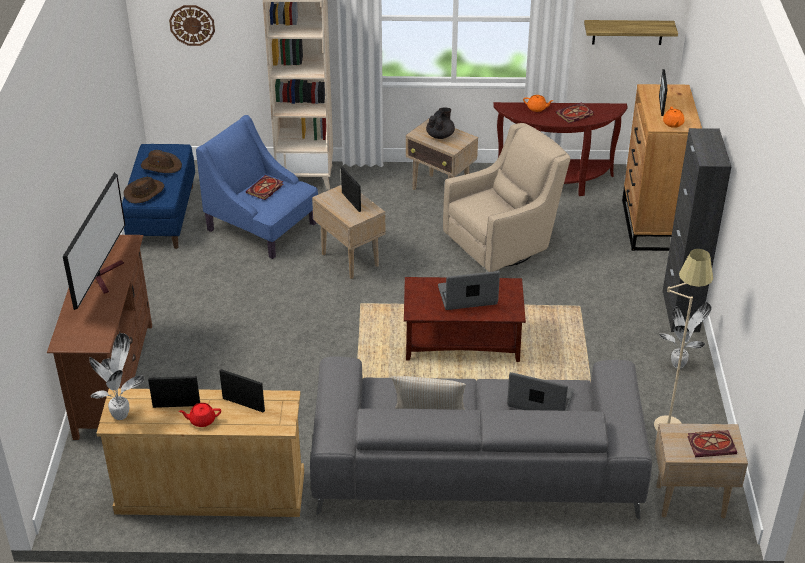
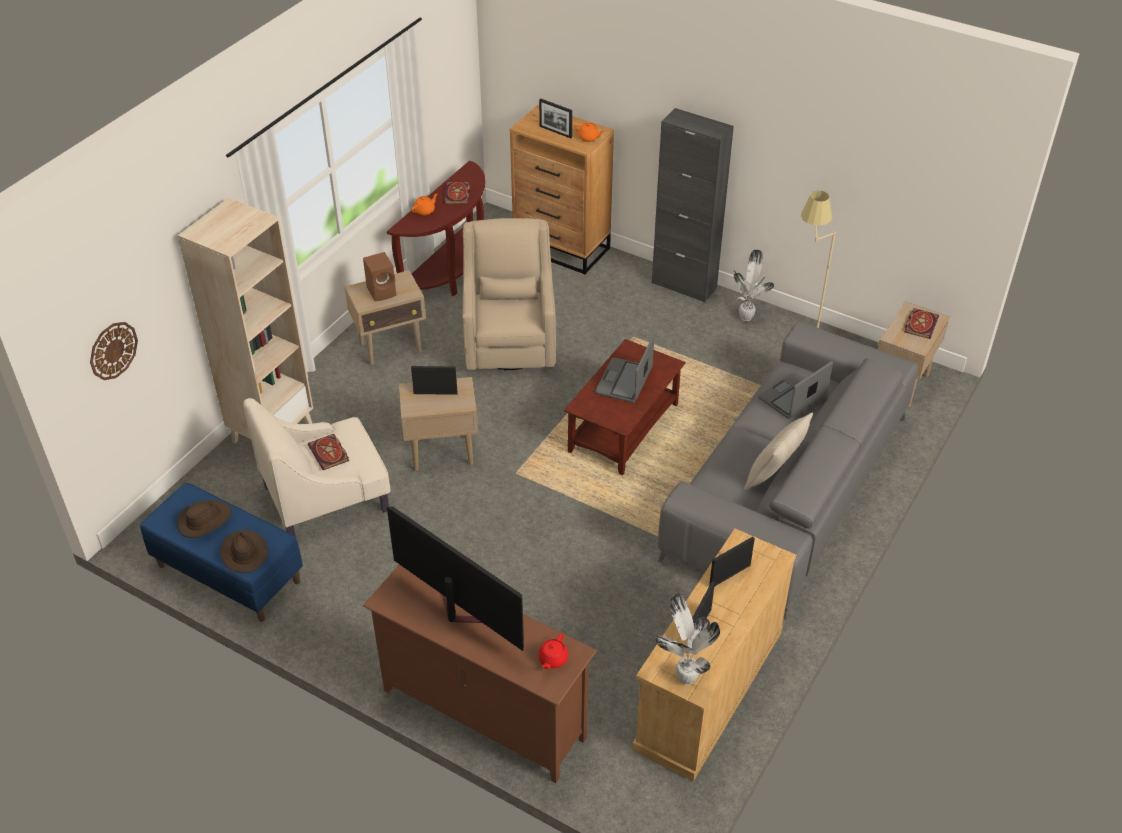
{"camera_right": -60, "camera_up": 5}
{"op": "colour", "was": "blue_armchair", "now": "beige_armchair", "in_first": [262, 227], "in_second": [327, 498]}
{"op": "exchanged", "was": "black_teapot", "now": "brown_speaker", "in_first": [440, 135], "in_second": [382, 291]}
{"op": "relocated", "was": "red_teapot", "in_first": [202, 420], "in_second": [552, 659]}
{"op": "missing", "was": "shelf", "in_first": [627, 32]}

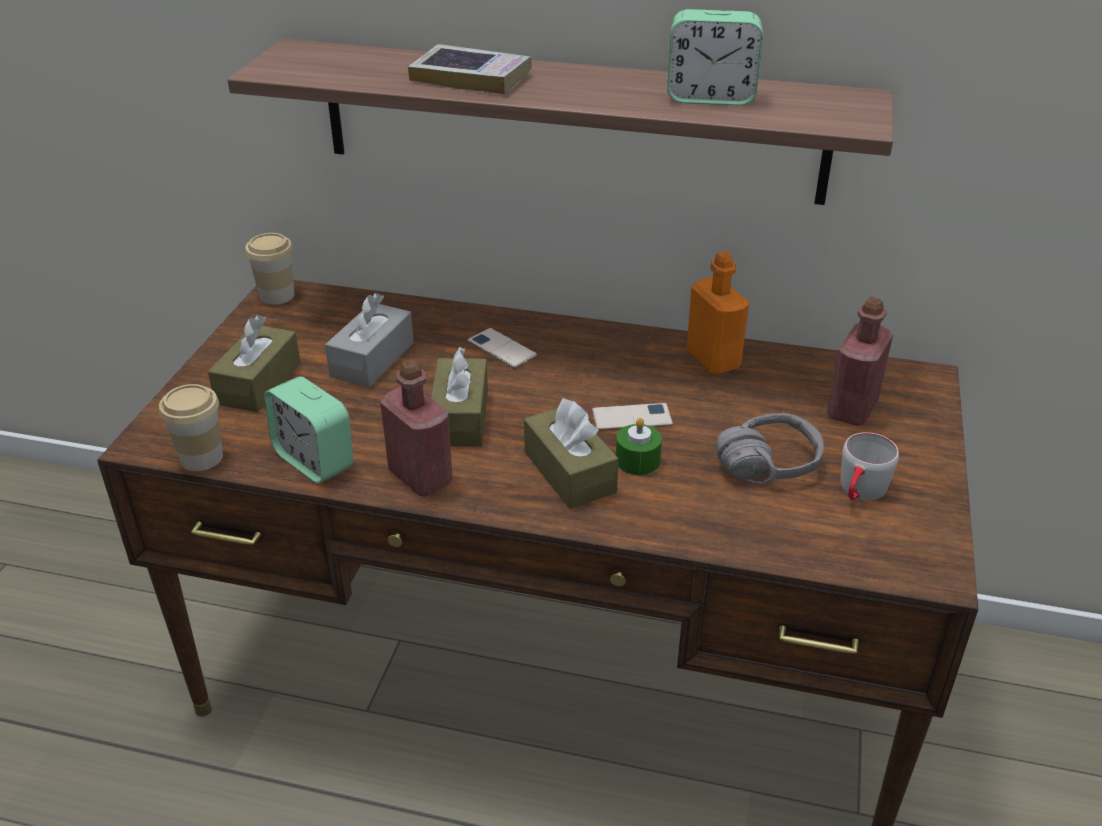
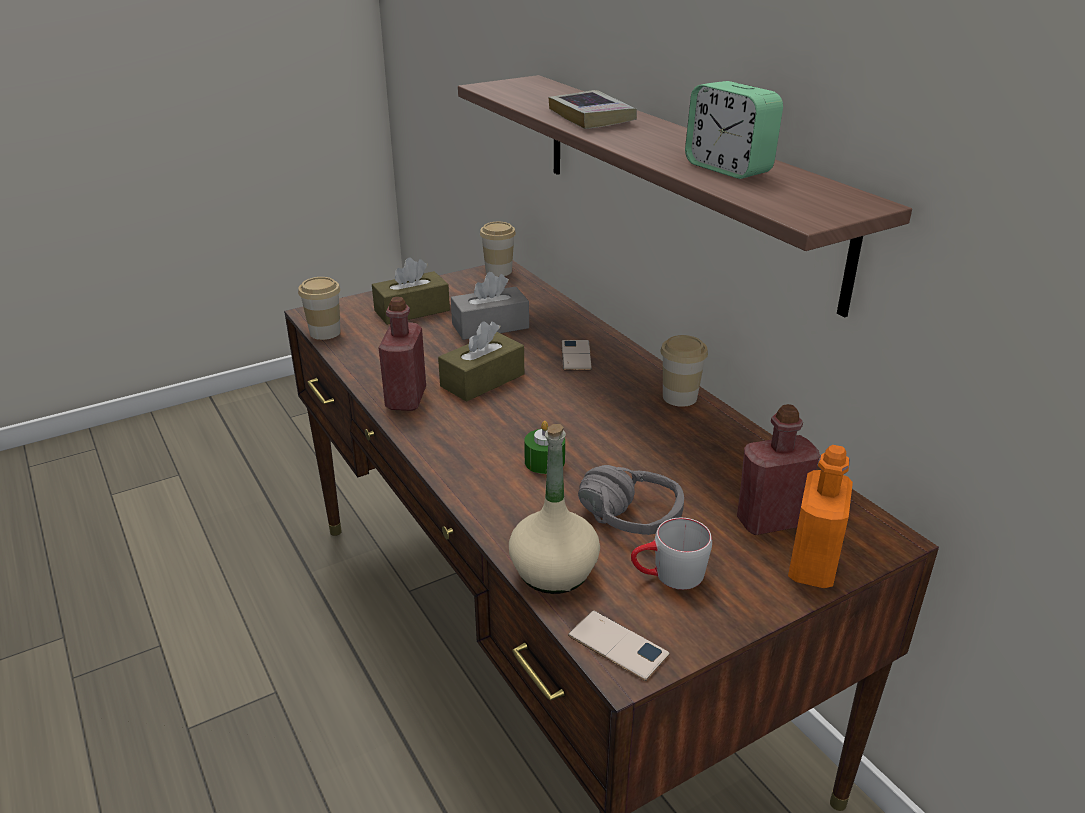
{"camera_right": 45, "camera_up": -5}
{"op": "appeared", "now": "beige_bottle", "in_second": [553, 571]}
{"op": "relocated", "was": "phone", "in_first": [632, 418], "in_second": [618, 645]}
{"op": "appeared", "now": "cup", "in_second": [679, 397]}
{"op": "relocated", "was": "orange_bottle", "in_first": [713, 359], "in_second": [812, 567]}
{"op": "missing", "was": "alarm_clock", "in_first": [314, 460]}
{"op": "missing", "was": "brown_tissue_box", "in_first": [569, 472]}

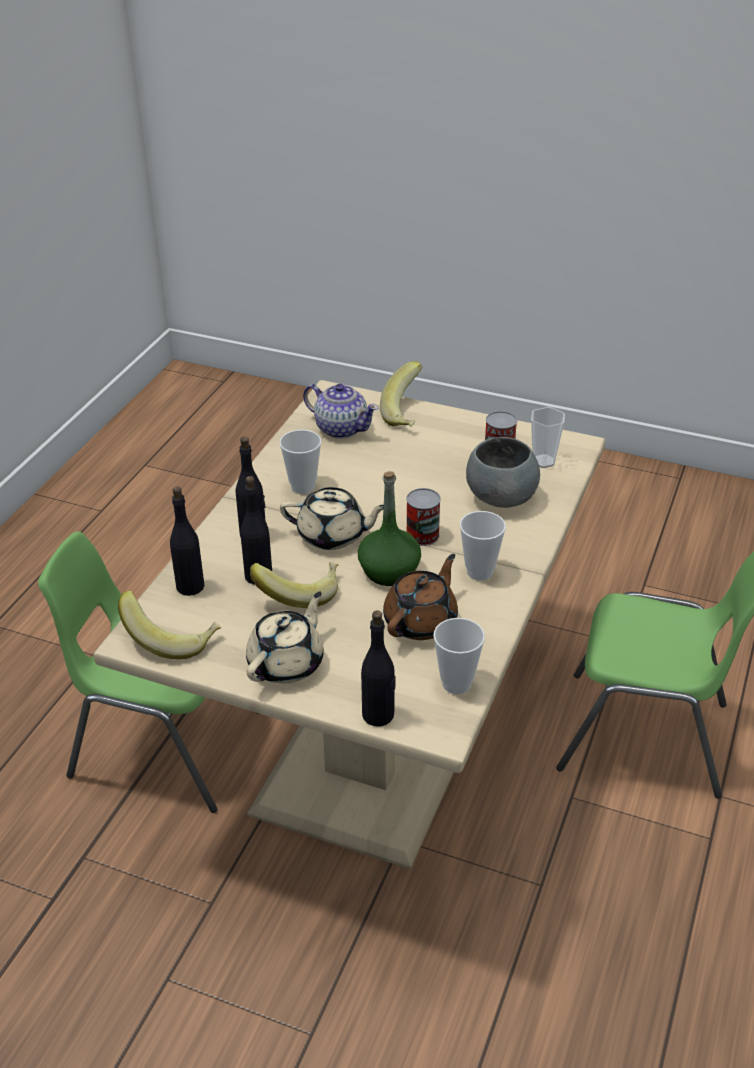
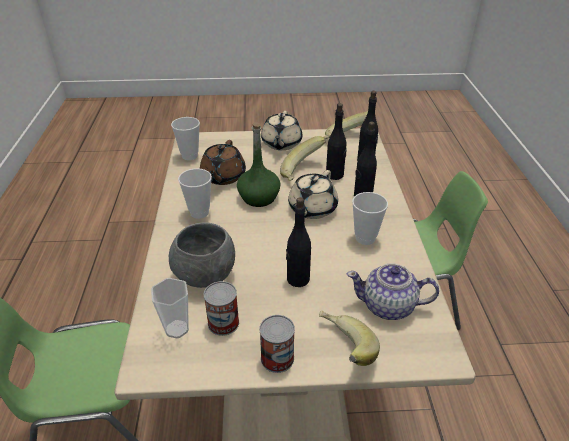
{"camera_right": 155, "camera_up": 0}
{"op": "relocated", "was": "can", "in_first": [422, 535], "in_second": [277, 358]}
{"op": "relocated", "was": "black_bottle", "in_first": [378, 715], "in_second": [297, 279]}
{"op": "spun", "was": "beige_teapot", "in_first": [333, 535], "in_second": [311, 209], "clockwise": -45}

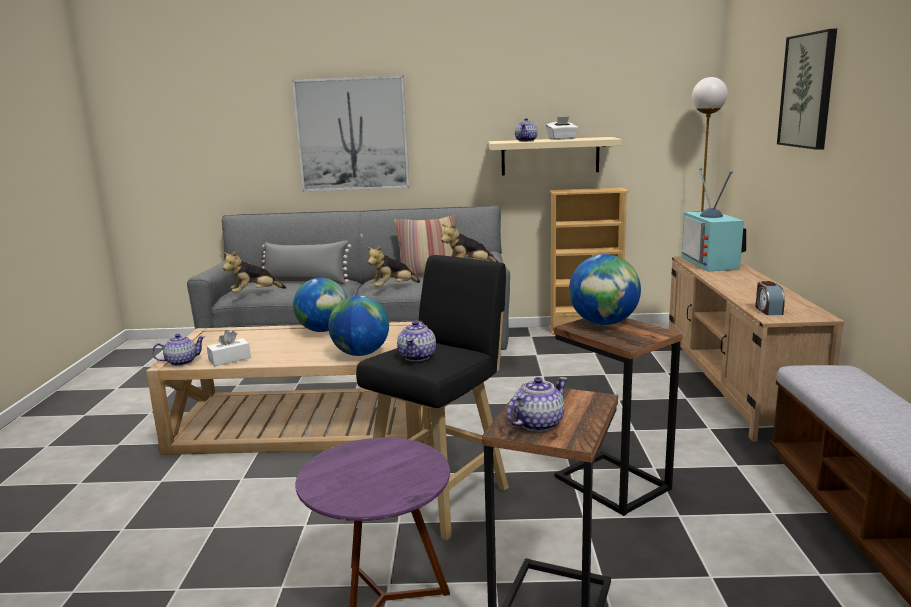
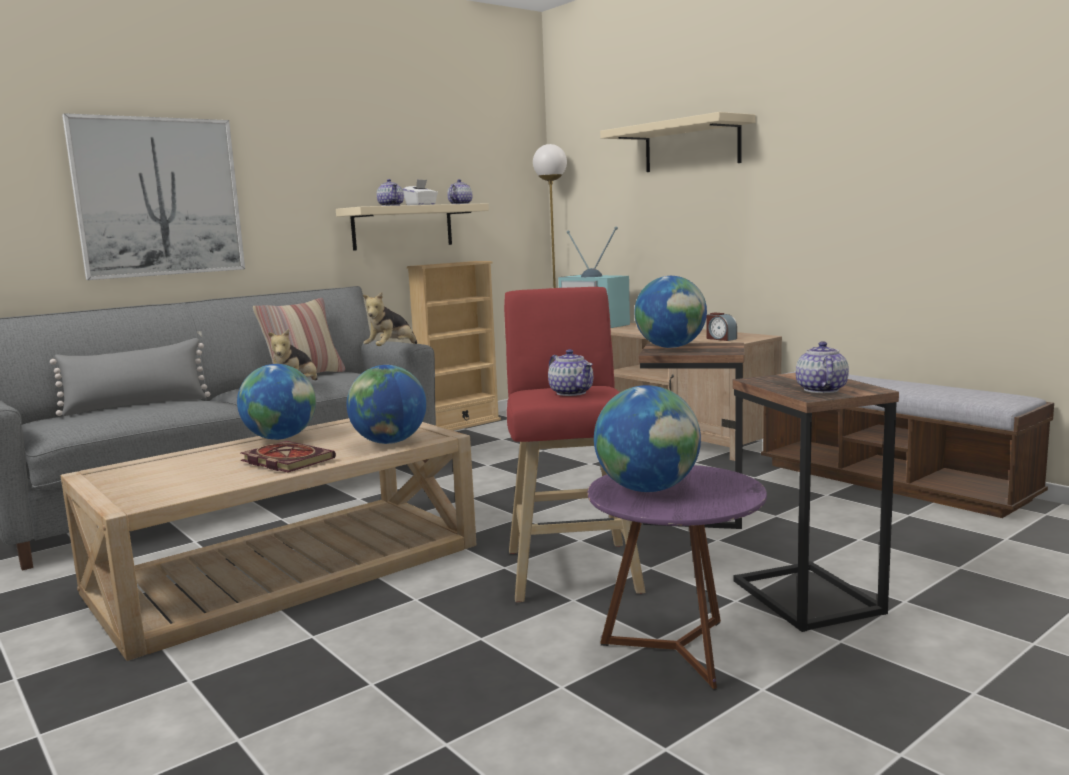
{"camera_right": -40, "camera_up": -5}
{"op": "appeared", "now": "book", "in_second": [285, 460]}
{"op": "relocated", "was": "teapot", "in_first": [181, 362], "in_second": [460, 204]}
{"op": "colour", "was": "black_stool", "now": "red_stool", "in_first": [442, 495], "in_second": [572, 568]}
{"op": "appeared", "now": "globe", "in_second": [648, 489]}
{"op": "exchanged", "was": "picture", "now": "beige_shelf", "in_first": [808, 91], "in_second": [691, 145]}
{"op": "missing", "was": "white_tissue_box", "in_first": [229, 359]}
{"op": "missing", "was": "plush_toy", "in_first": [254, 294]}

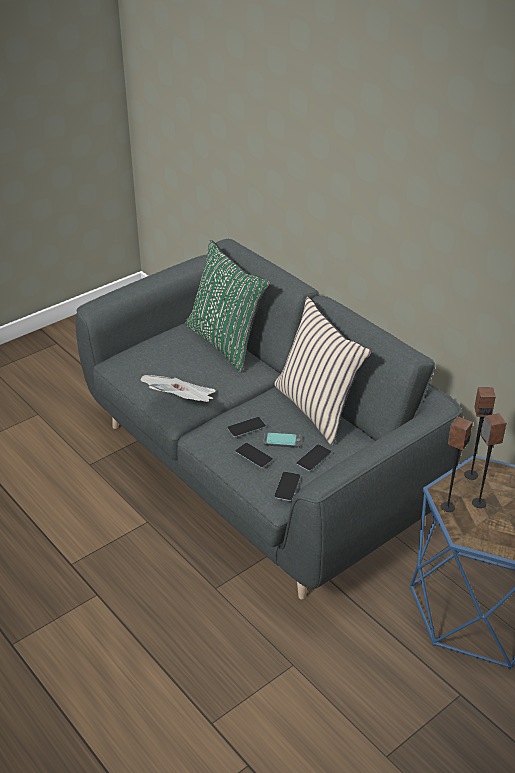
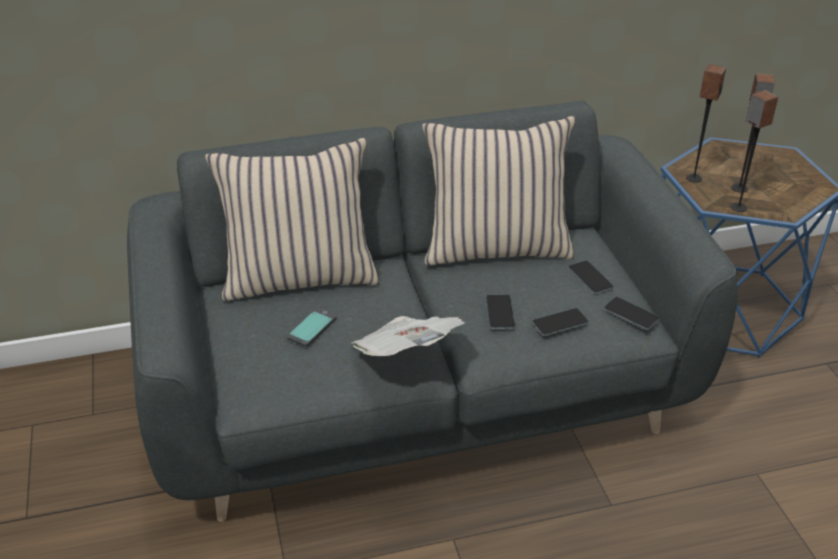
{"camera_right": -65, "camera_up": 0}
{"op": "colour", "was": "green_pillow", "now": "beige_pillow", "in_first": [226, 342], "in_second": [299, 277]}
{"op": "relocated", "was": "phone", "in_first": [282, 440], "in_second": [312, 328]}

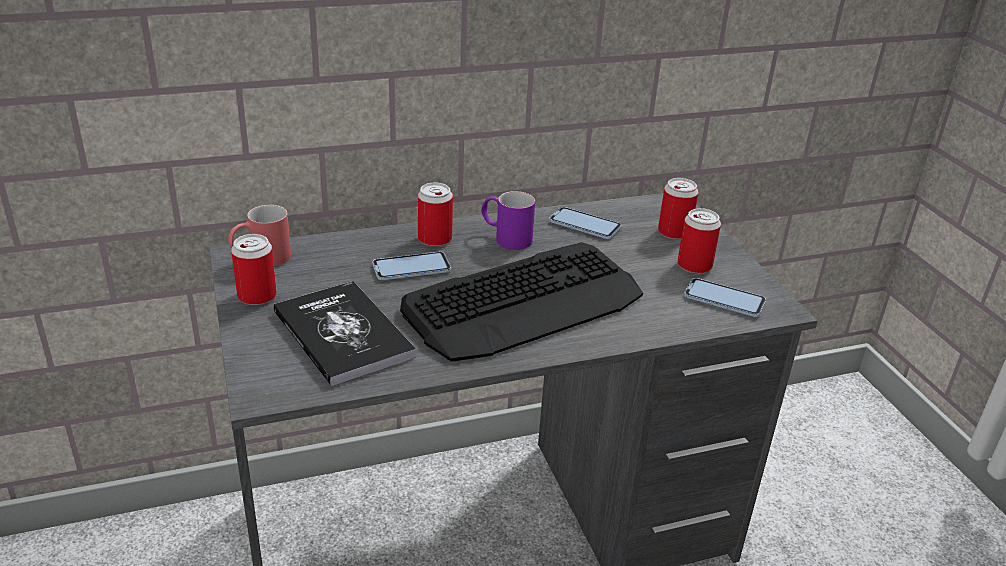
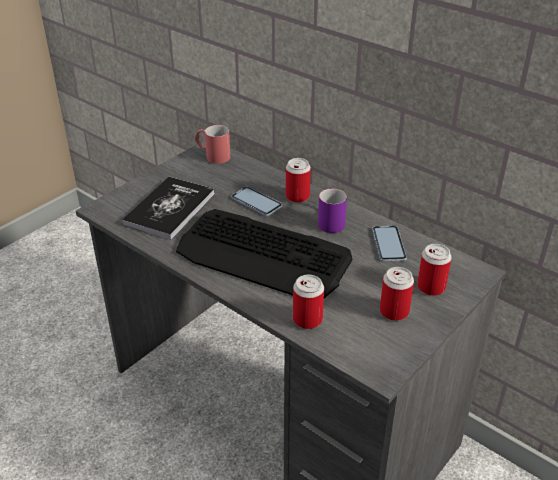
{"camera_right": 60, "camera_up": 5}
{"op": "relocated", "was": "can", "in_first": [257, 296], "in_second": [307, 319]}
{"op": "missing", "was": "phone", "in_first": [724, 299]}

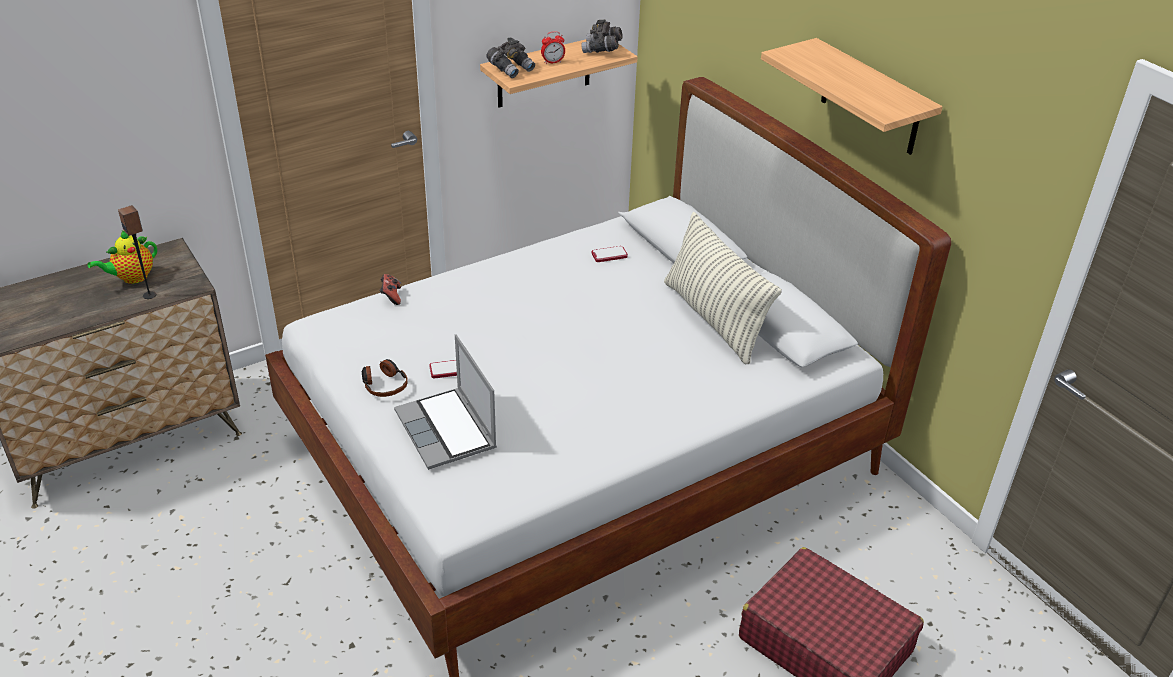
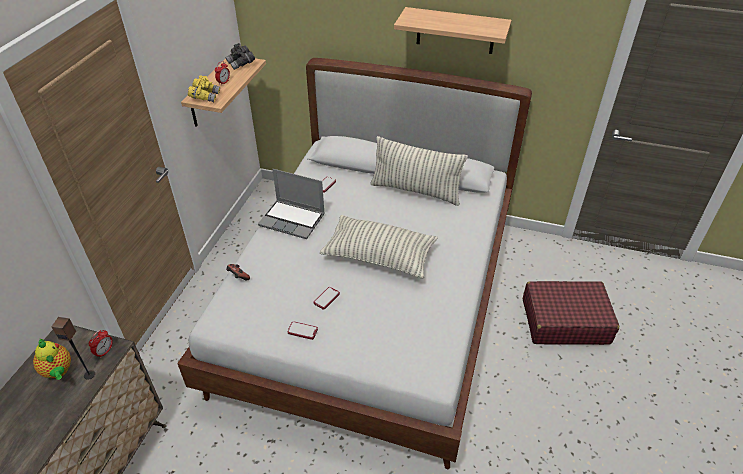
{"camera_right": -40, "camera_up": 5}
{"op": "spun", "was": "teapot", "in_first": [132, 278], "in_second": [58, 371], "clockwise": -45}
{"op": "appeared", "now": "alarm_clock", "in_second": [105, 351]}
{"op": "colour", "was": "grey_binoculars", "now": "yellow_binoculars", "in_first": [511, 69], "in_second": [205, 97]}
{"op": "relocated", "was": "laptop", "in_first": [447, 431], "in_second": [293, 220]}
{"op": "exchanged", "was": "headphones", "now": "phone", "in_first": [384, 384], "in_second": [302, 331]}
{"op": "appeared", "now": "pillow", "in_second": [379, 256]}

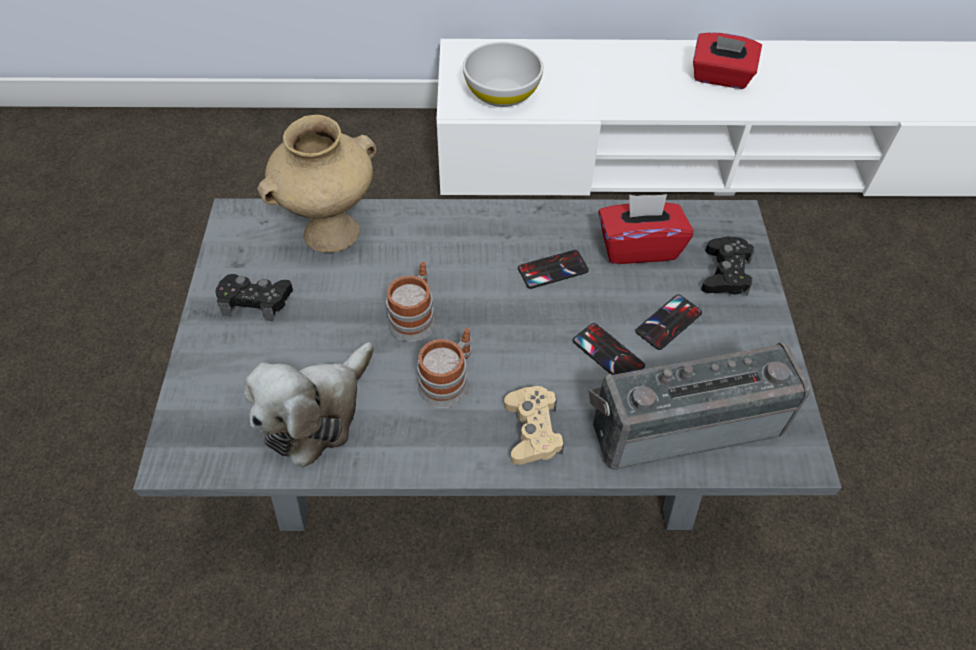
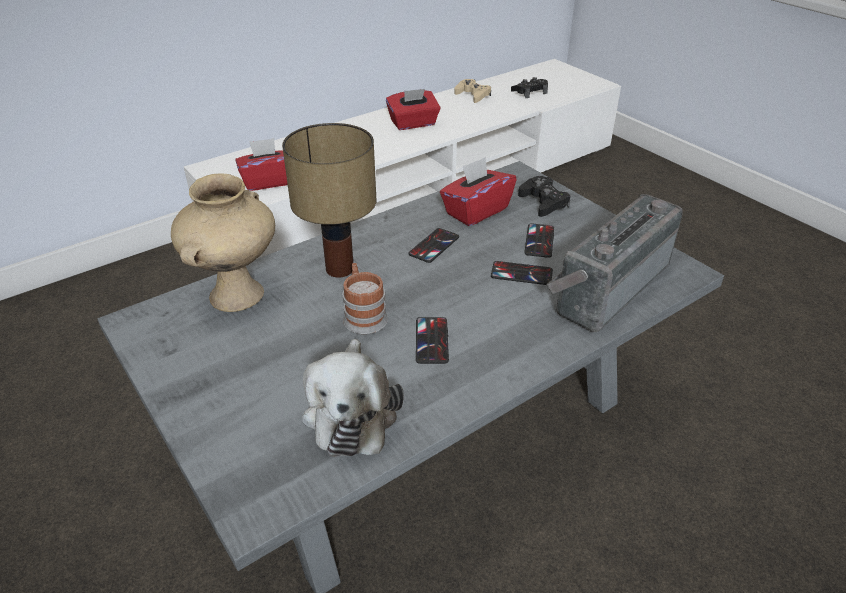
{"camera_right": -35, "camera_up": -15}
{"op": "exchanged", "was": "white_bowl", "now": "red_tissue_box", "in_first": [502, 93], "in_second": [268, 181]}
{"op": "appeared", "now": "table_lamp", "in_second": [339, 270]}
{"op": "exchanged", "was": "mug", "now": "phone", "in_first": [448, 380], "in_second": [432, 340]}
{"op": "relocated", "was": "beige_game_controller", "in_first": [532, 430], "in_second": [473, 95]}
{"op": "relocated", "was": "black_game_controller", "in_first": [255, 300], "in_second": [529, 92]}

